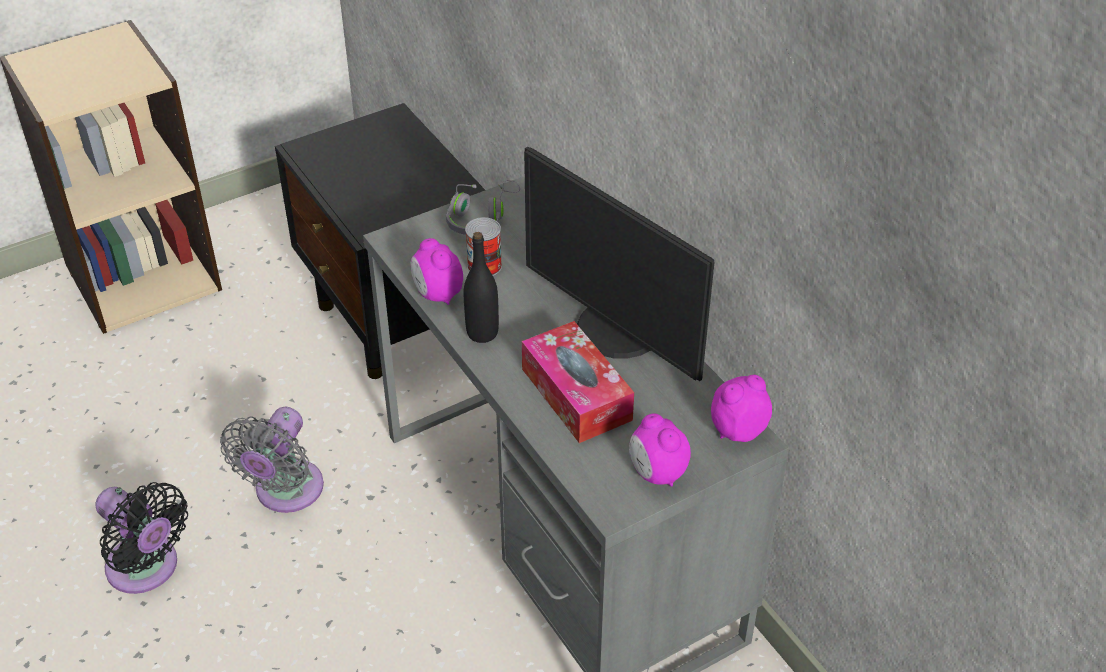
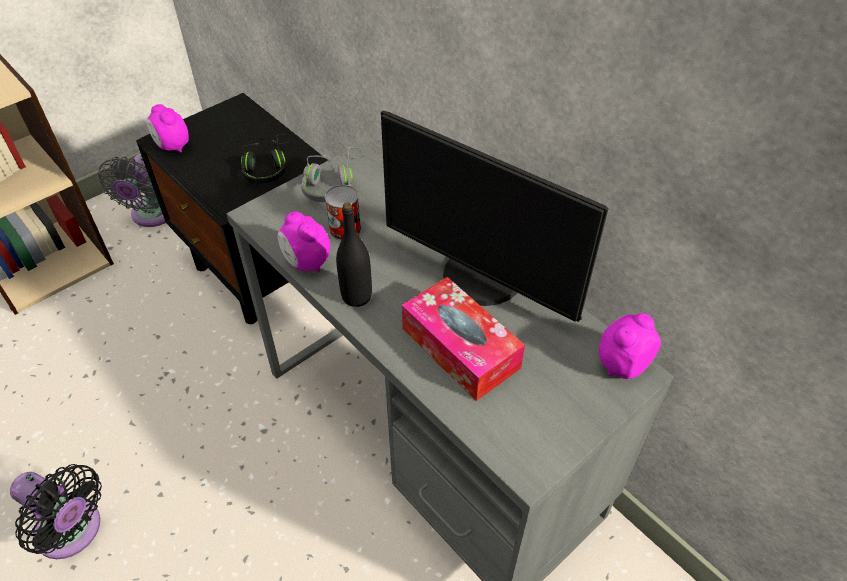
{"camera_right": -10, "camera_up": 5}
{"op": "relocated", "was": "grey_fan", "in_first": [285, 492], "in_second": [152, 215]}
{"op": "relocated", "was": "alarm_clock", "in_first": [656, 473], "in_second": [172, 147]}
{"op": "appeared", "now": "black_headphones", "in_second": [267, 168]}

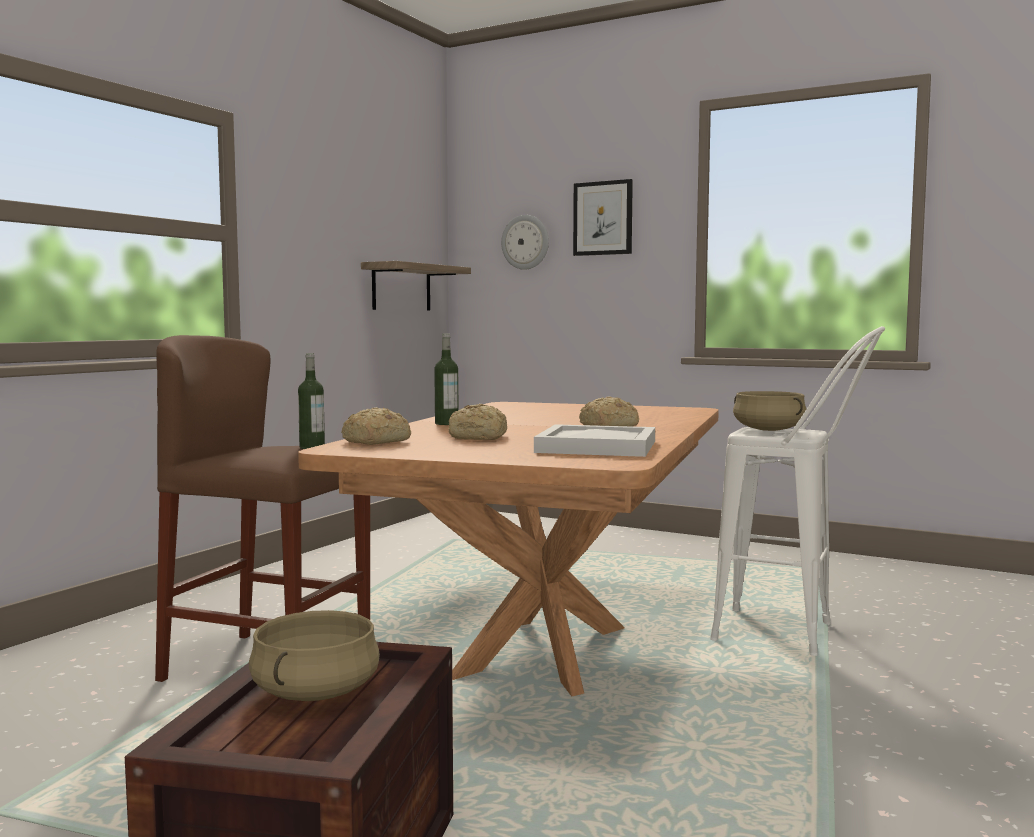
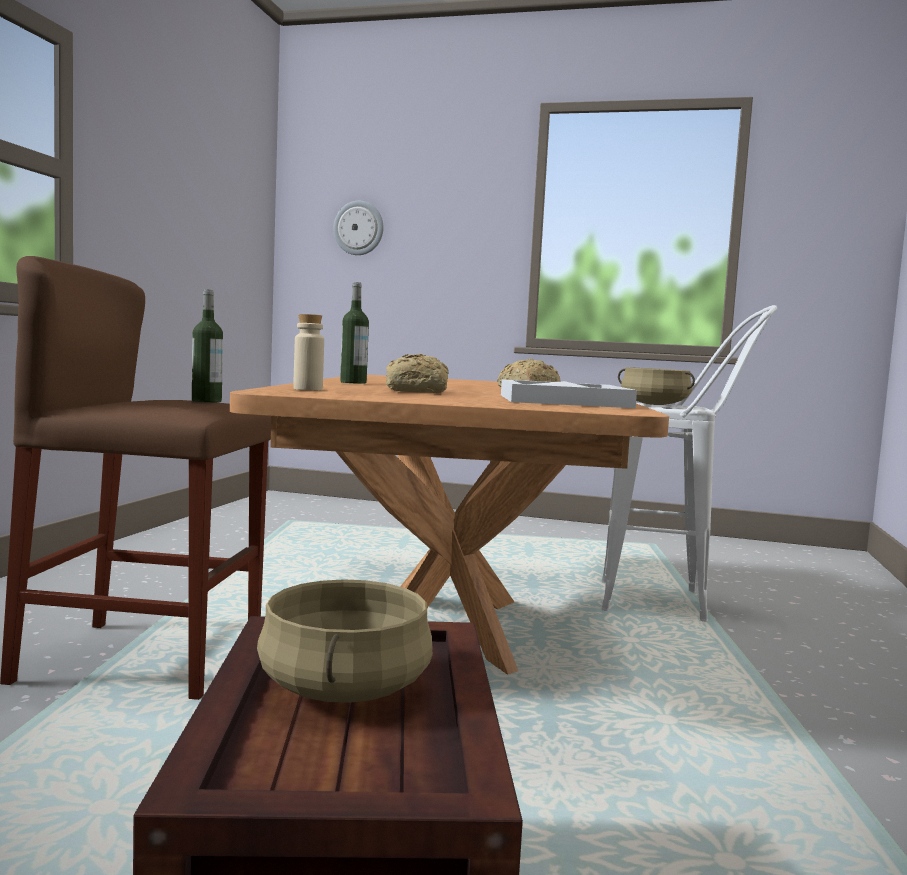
{"camera_right": -15, "camera_up": 0}
{"op": "exchanged", "was": "bread", "now": "beige_bottle", "in_first": [374, 442], "in_second": [308, 389]}
{"op": "missing", "was": "shelf", "in_first": [401, 287]}
{"op": "missing", "was": "picture", "in_first": [603, 218]}

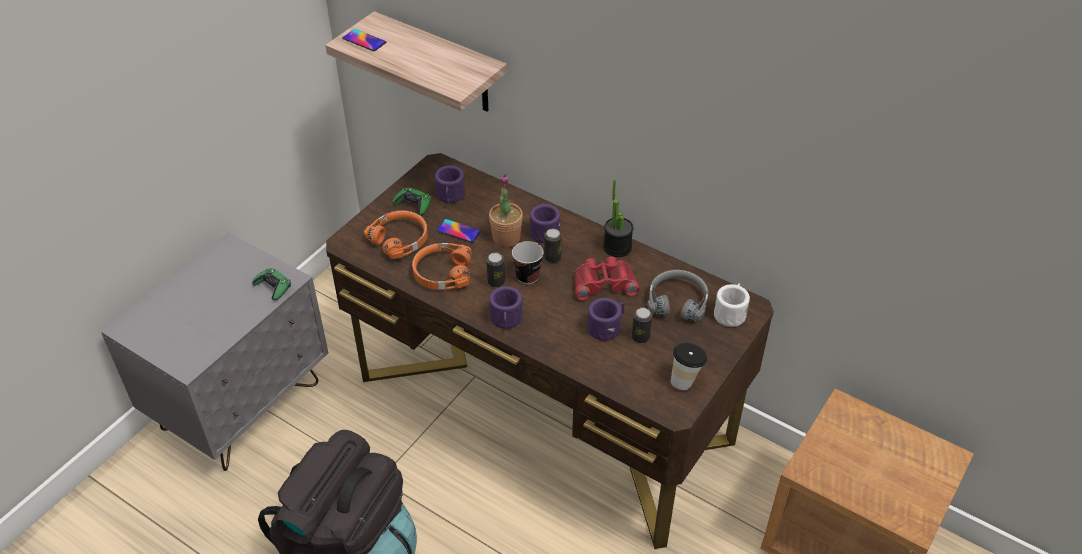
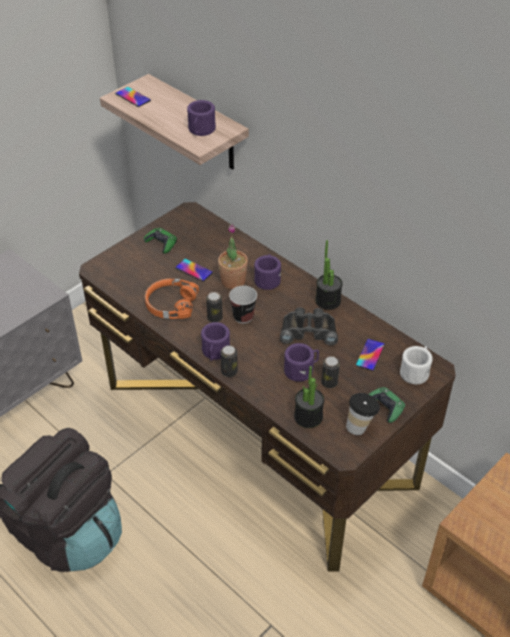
{"camera_right": 10, "camera_up": 0}
{"op": "relocated", "was": "purple_mug", "in_first": [450, 196], "in_second": [201, 130]}
{"op": "relocated", "was": "can", "in_first": [552, 258], "in_second": [229, 371]}
{"op": "colour", "was": "red_binoculars", "now": "black_binoculars", "in_first": [604, 282], "in_second": [308, 330]}
{"op": "appeared", "now": "potted_plant", "in_second": [308, 417]}
{"op": "exchanged", "was": "grey_headphones", "now": "phone", "in_first": [677, 301], "in_second": [370, 355]}
{"op": "relocated", "was": "green_game_controller", "in_first": [273, 287], "in_second": [385, 407]}
{"op": "missing", "was": "orange_headphones", "in_first": [400, 239]}

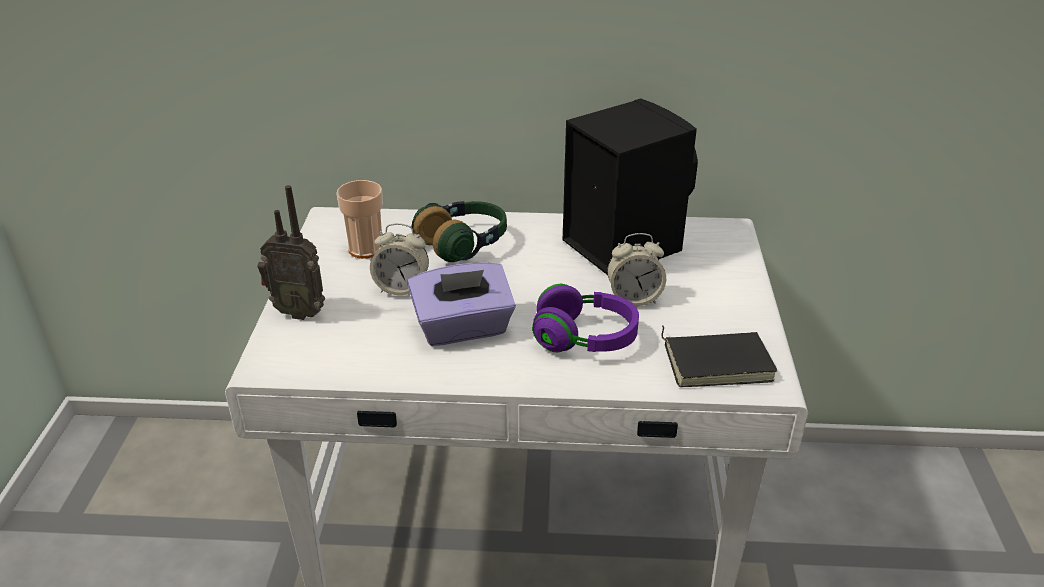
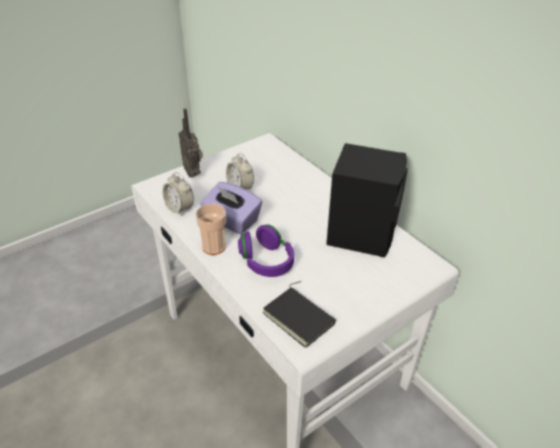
{"camera_right": 50, "camera_up": 5}
{"op": "relocated", "was": "alarm_clock", "in_first": [634, 298], "in_second": [179, 208]}
{"op": "relocated", "was": "cup", "in_first": [366, 249], "in_second": [214, 247]}
{"op": "missing", "was": "headphones", "in_first": [464, 244]}

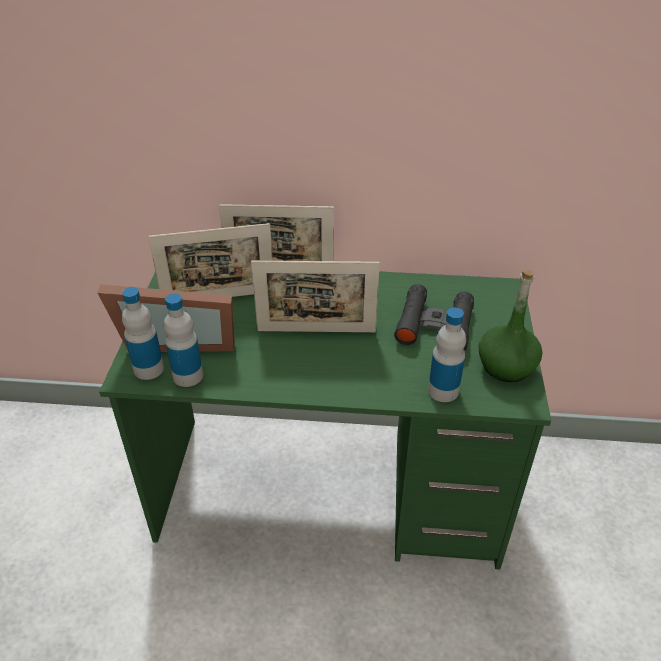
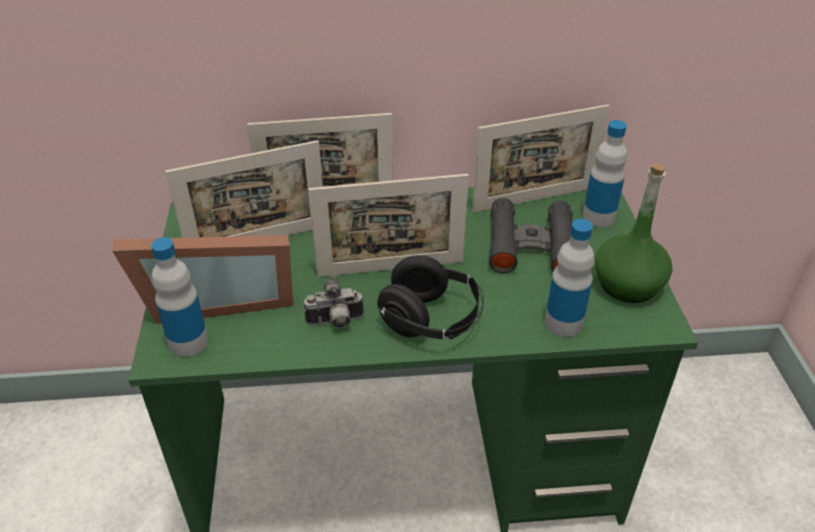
{"camera_right": -10, "camera_up": 0}
{"op": "appeared", "now": "photo_camera", "in_second": [335, 322]}
{"op": "appeared", "now": "black_headphones", "in_second": [431, 321]}
{"op": "appeared", "now": "picture_frame", "in_second": [534, 199]}
{"op": "relocated", "was": "bottle", "in_first": [188, 376], "in_second": [598, 217]}

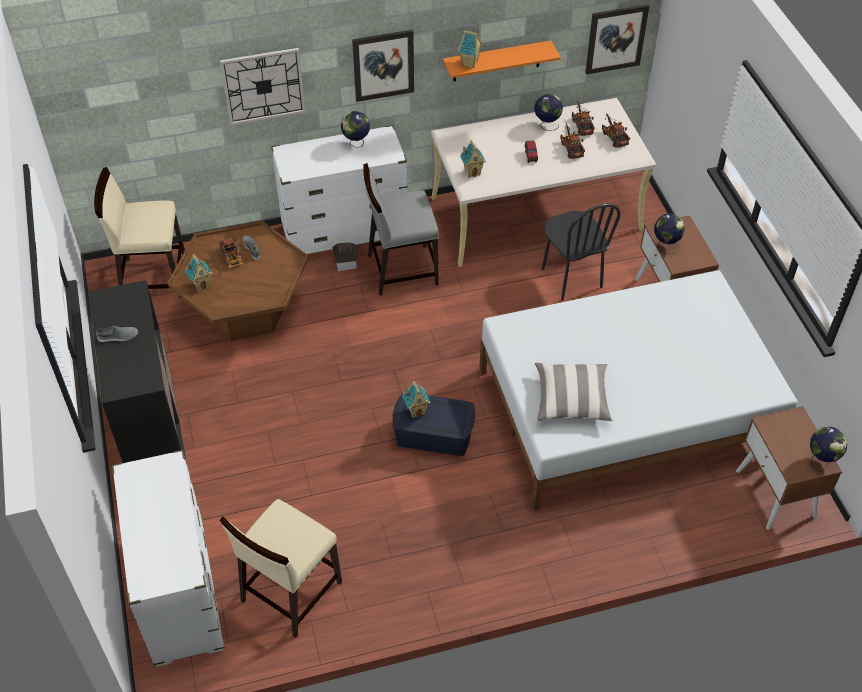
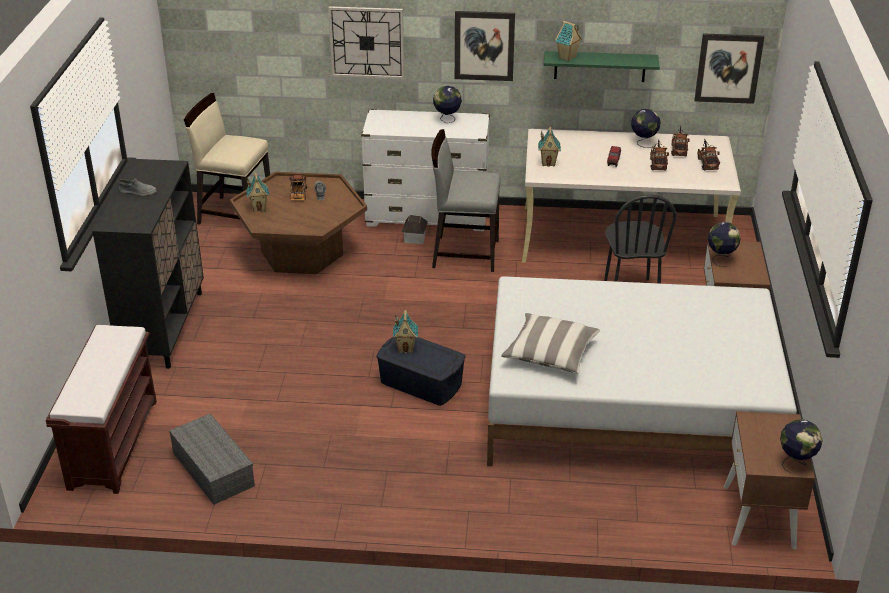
{"camera_right": 20, "camera_up": -15}
{"op": "exchanged", "was": "white_dresser", "now": "brown_bench", "in_first": [180, 592], "in_second": [113, 443]}
{"op": "exchanged", "was": "beige_chair", "now": "grey_storage_box", "in_first": [290, 592], "in_second": [211, 469]}
{"op": "colour", "was": "orange_shelf", "now": "green_shelf", "in_first": [496, 61], "in_second": [600, 66]}

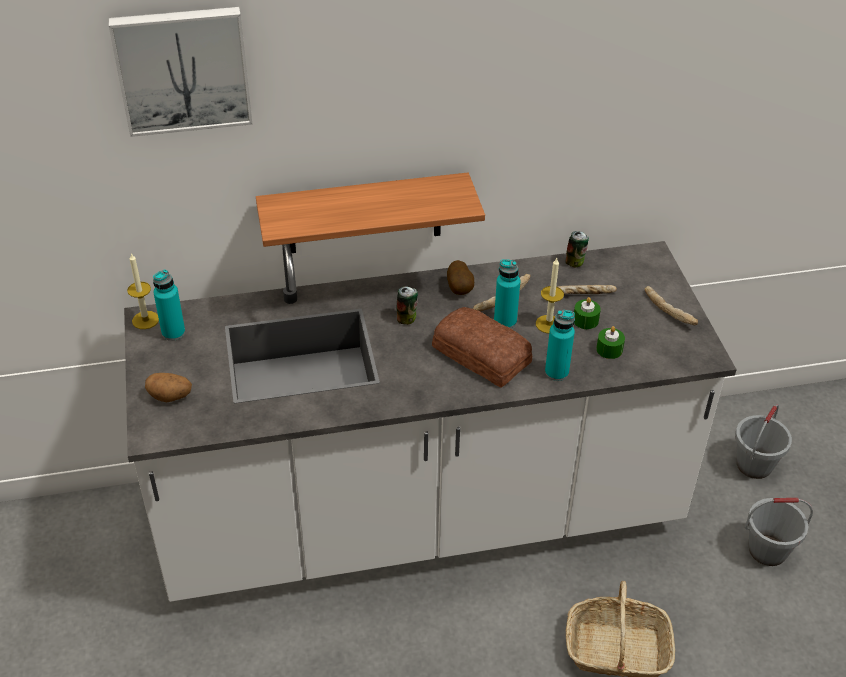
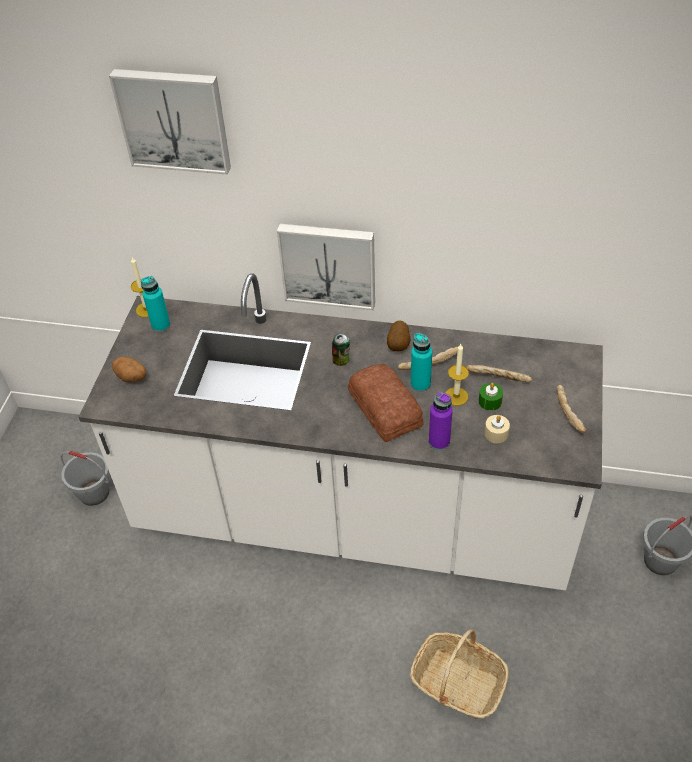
{"camera_right": 25, "camera_up": 5}
{"op": "relocated", "was": "grey_bucket", "in_first": [767, 550], "in_second": [94, 493]}
{"op": "exchanged", "was": "shelf", "now": "picture", "in_first": [364, 214], "in_second": [328, 264]}
{"op": "colour", "was": "turquoise_bottle", "now": "purple_bottle", "in_first": [556, 372], "in_second": [439, 442]}
{"op": "colour", "was": "green_candle", "now": "beige_candle", "in_first": [609, 349], "in_second": [496, 433]}
{"op": "missing", "was": "can", "in_first": [575, 262]}

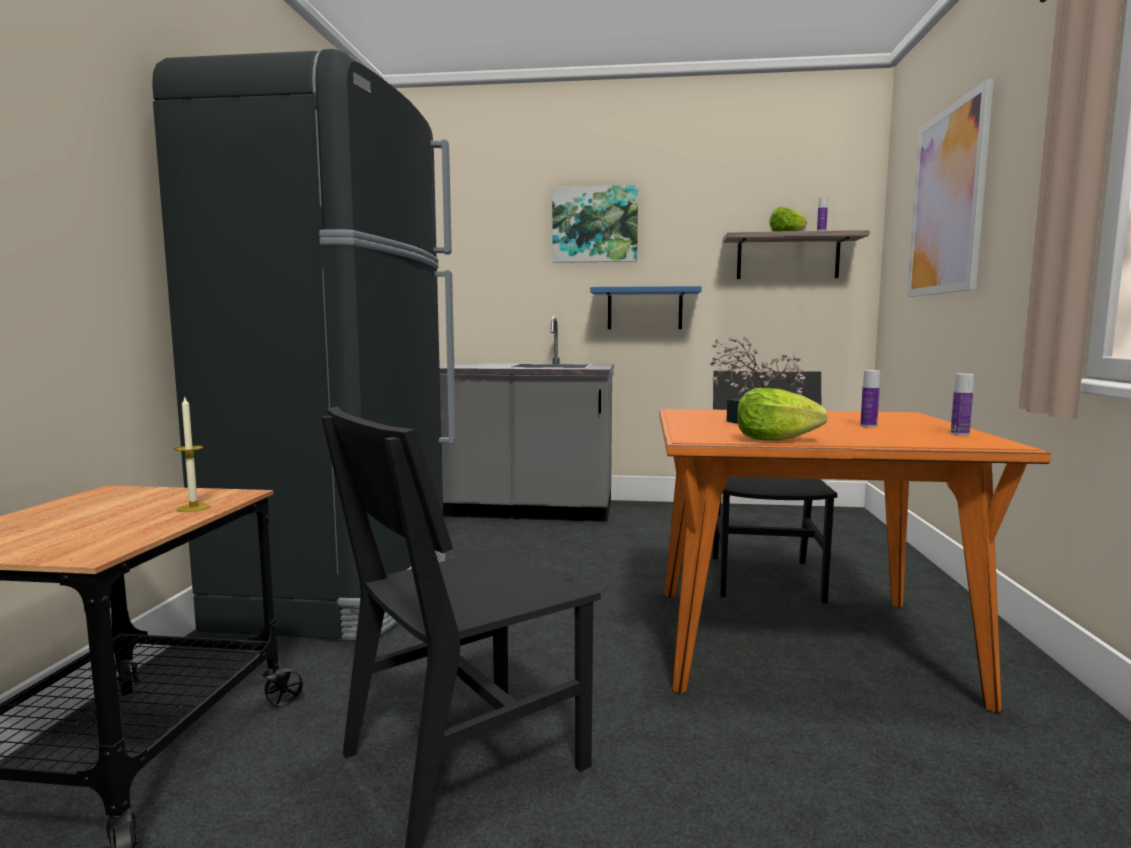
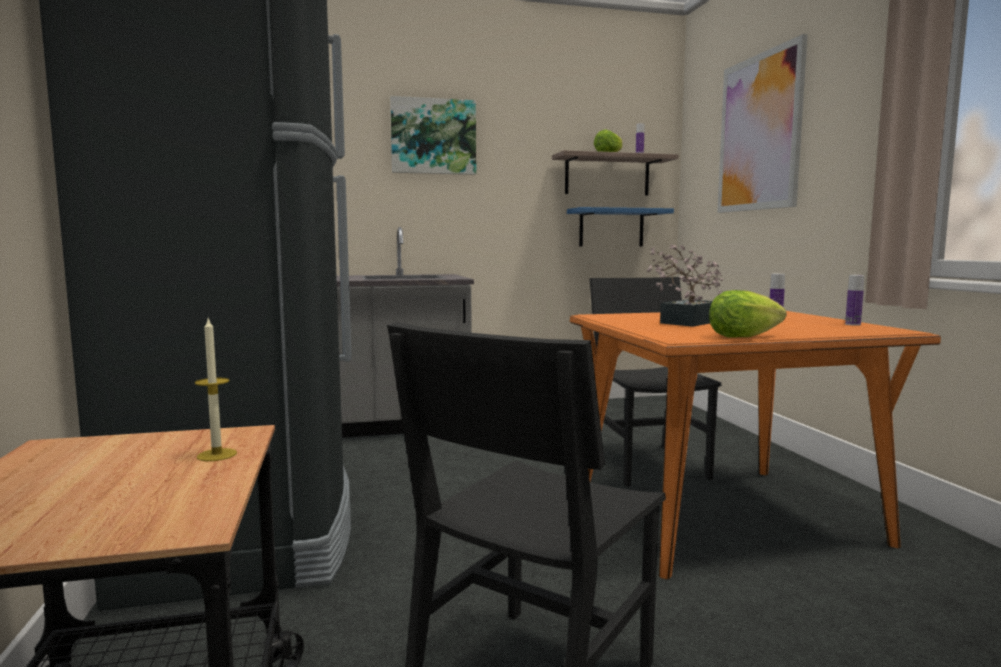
{"camera_right": -20, "camera_up": 0}
{"op": "relocated", "was": "blue_shelf", "in_first": [644, 309], "in_second": [611, 228]}

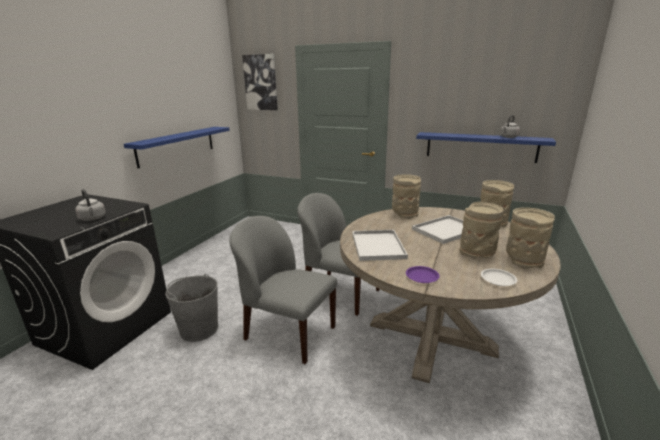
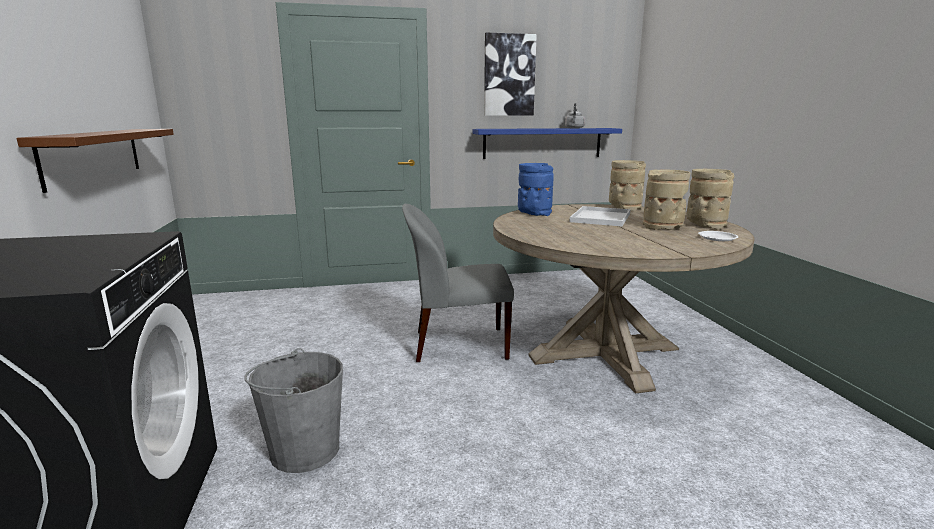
{"camera_right": -35, "camera_up": -5}
{"op": "colour", "was": "blue_shelf", "now": "brown_shelf", "in_first": [177, 145], "in_second": [93, 155]}
{"op": "relocated", "was": "picture", "in_first": [261, 82], "in_second": [509, 75]}
{"op": "colour", "was": "beige_vase", "now": "blue_vase", "in_first": [404, 214], "in_second": [534, 213]}
{"op": "missing", "was": "grey_kettle", "in_first": [93, 219]}
{"op": "missing", "was": "grey_chair", "in_first": [288, 333]}
{"op": "missing", "was": "white_tray", "in_first": [378, 246]}
{"op": "missing", "was": "purple_plate", "in_first": [422, 277]}

